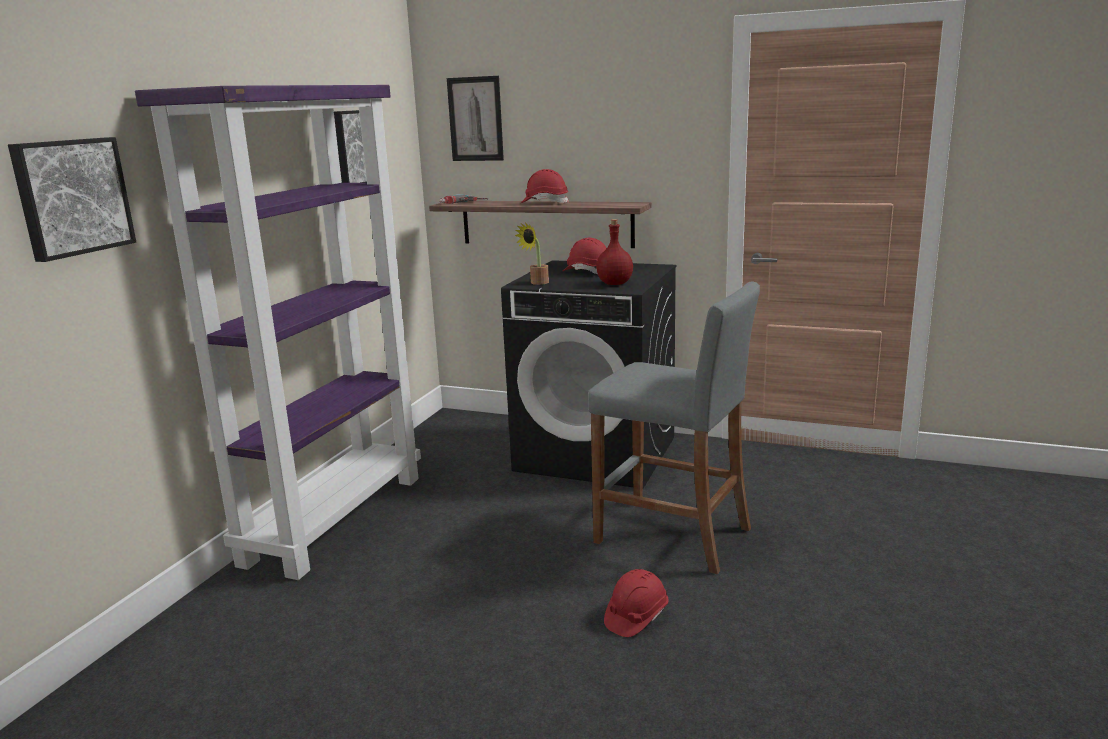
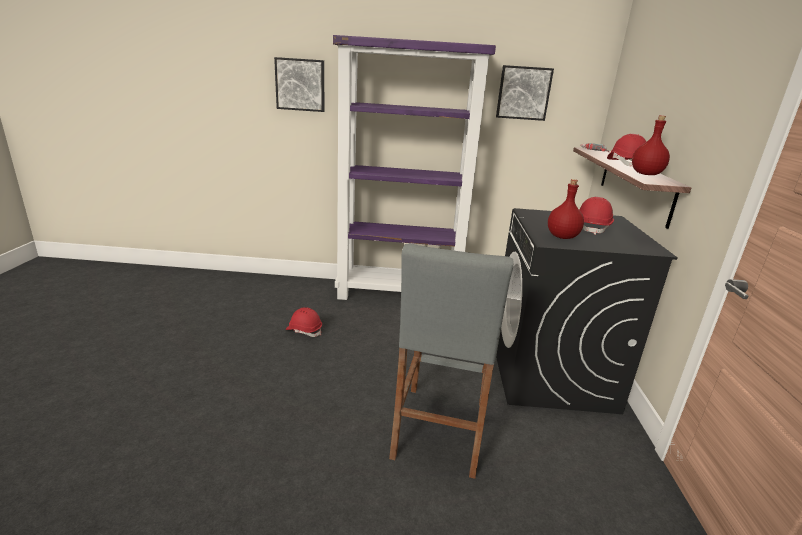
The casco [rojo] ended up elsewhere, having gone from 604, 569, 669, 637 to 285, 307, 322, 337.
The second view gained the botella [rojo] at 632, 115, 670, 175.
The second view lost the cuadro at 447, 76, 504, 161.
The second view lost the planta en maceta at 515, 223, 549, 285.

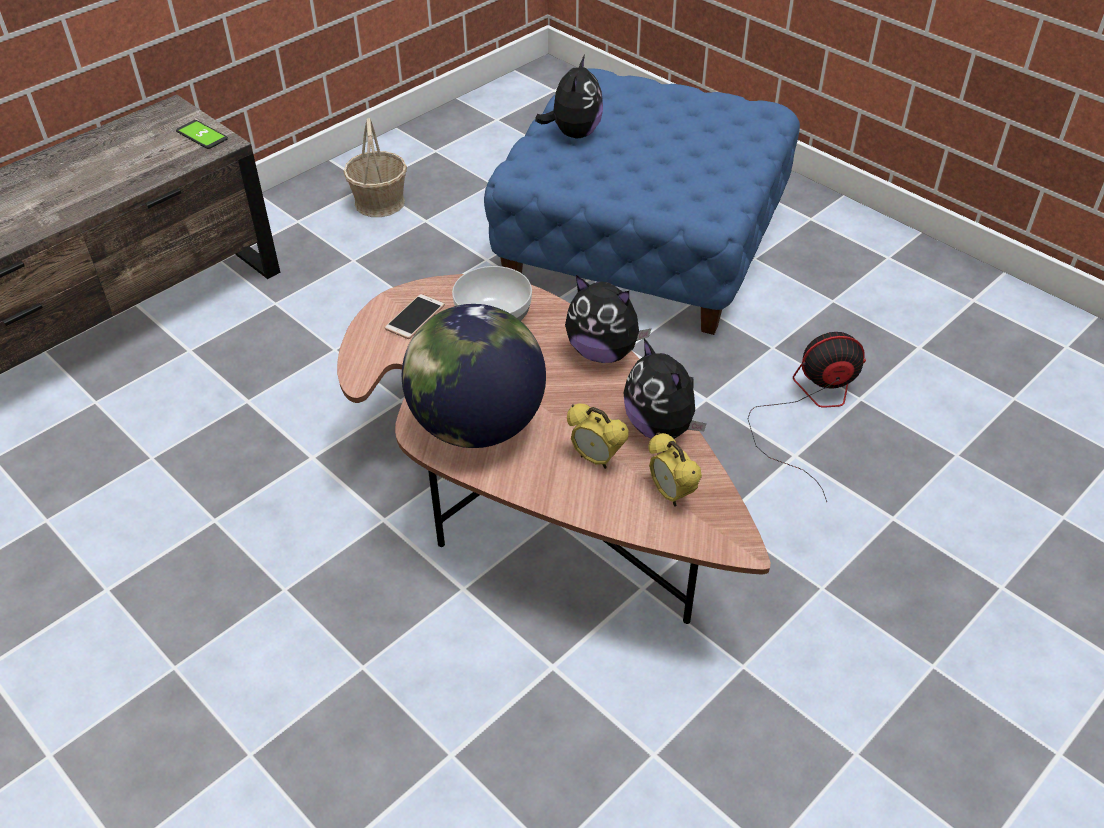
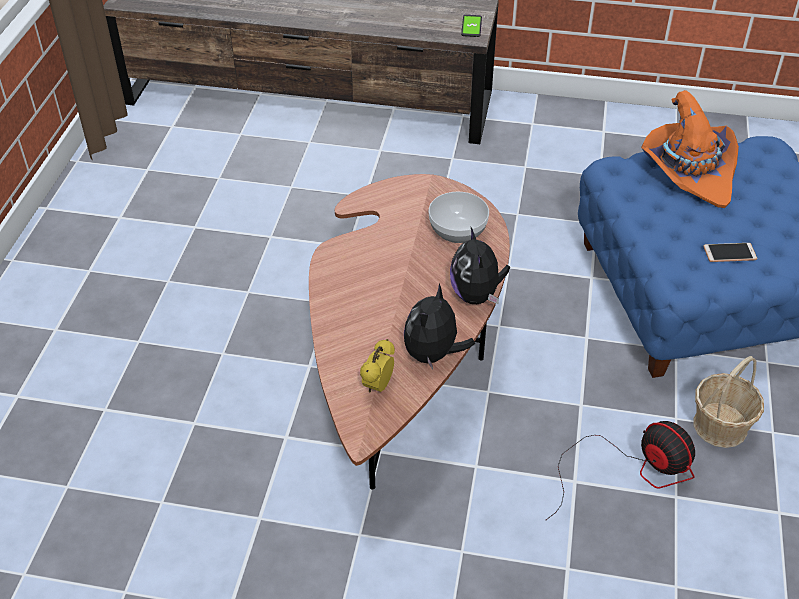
Where the peluche stood at 535, 55, 603, 138, the sombrero [naranja] came to stand at 641, 90, 739, 208.
The cesta ended up elsewhere, having gone from 343, 118, 407, 217 to 693, 356, 764, 448.
The móvil ended up elsewhere, having gone from 385, 294, 445, 339 to 703, 243, 757, 262.
The second view lost the globo terráqueo at 402, 304, 546, 448.
The second view lost the despertador at 567, 404, 629, 469.

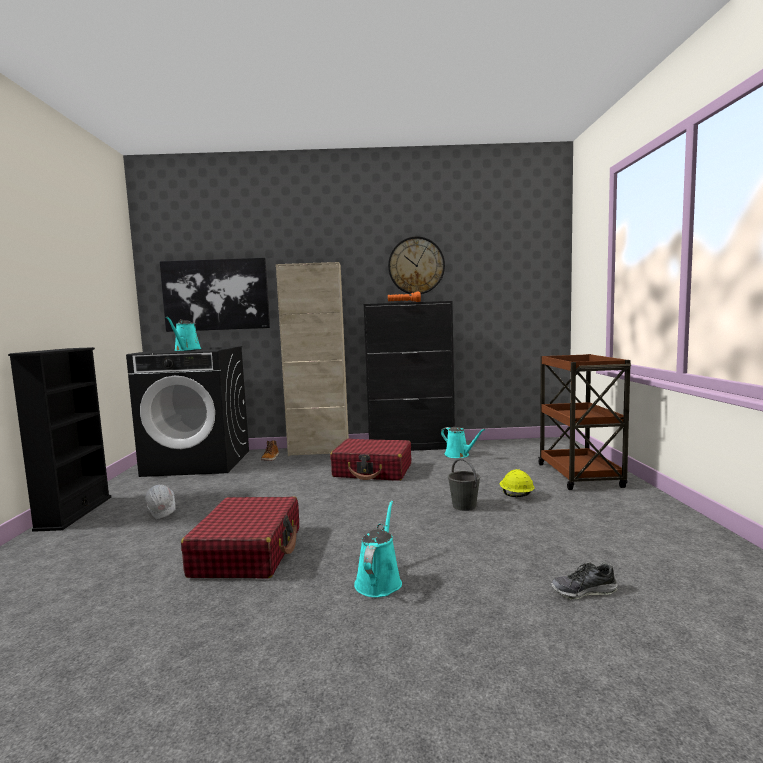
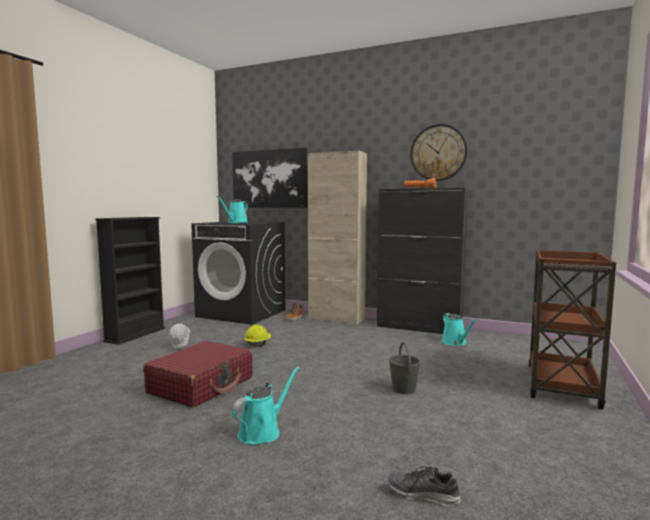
The casco [amarillo] ended up elsewhere, having gone from 500, 469, 535, 497 to 244, 325, 271, 346.
The second view lost the maleta [rojo] at 330, 439, 411, 481.

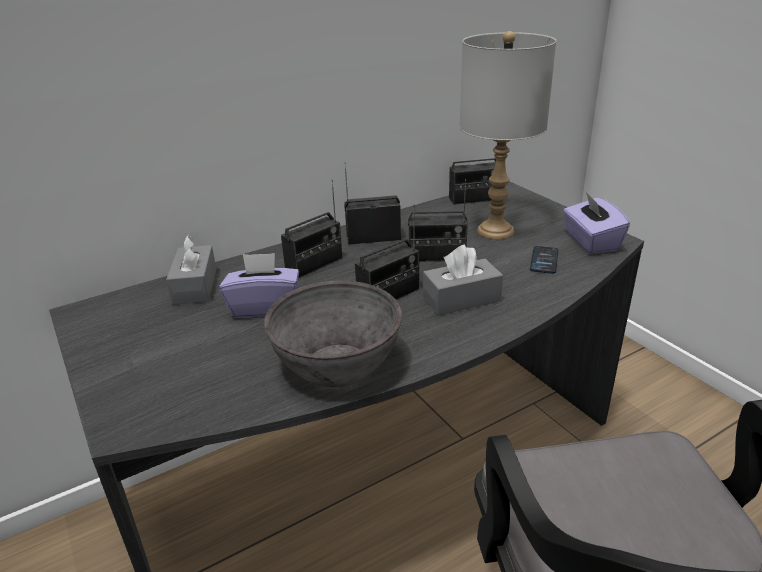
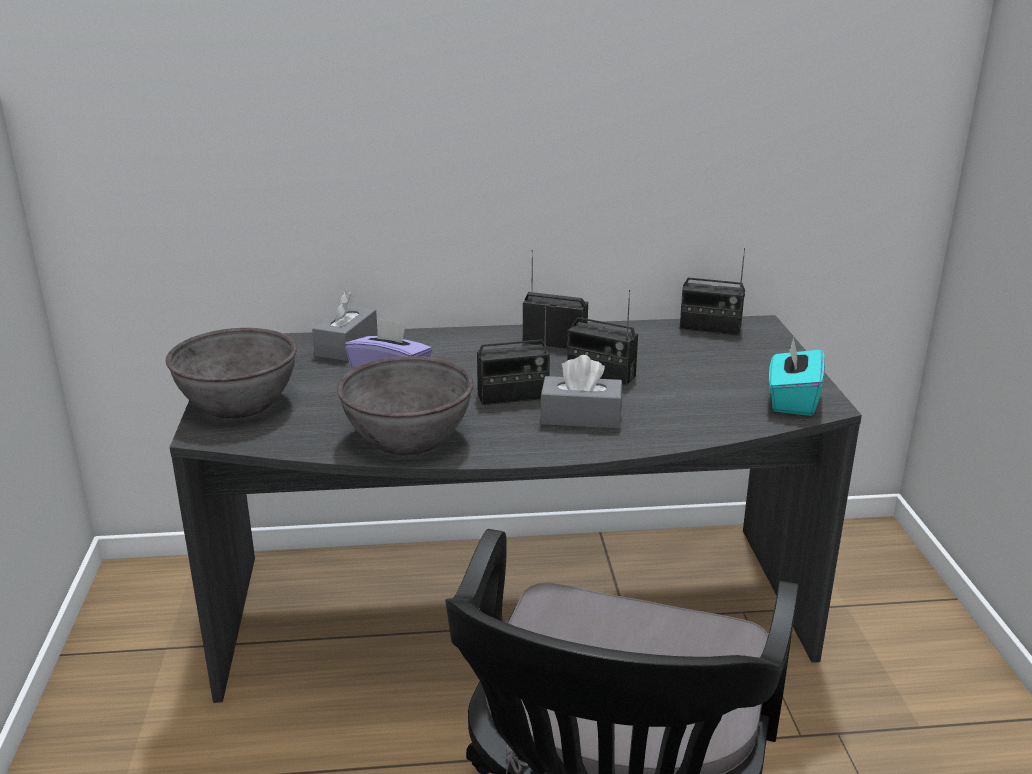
The second view gained the cuenco [gris] at 166, 328, 297, 418.
What was the caja de pañuelos [morado] at 563, 192, 630, 254 turned into the caja de pañuelos [turquesa] at 769, 337, 825, 416.
The second view lost the radio at 281, 179, 343, 279.
The second view lost the lámpara de mesa [gris] at 460, 31, 556, 239.
The second view lost the móvil at 530, 246, 558, 274.

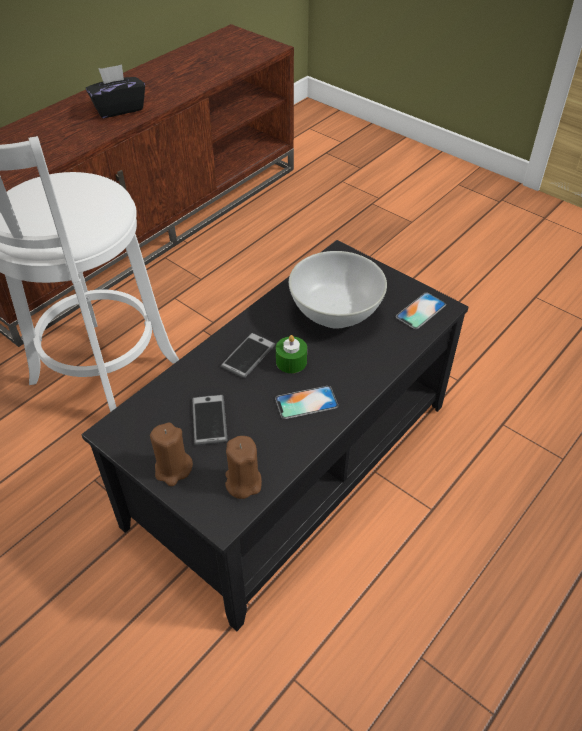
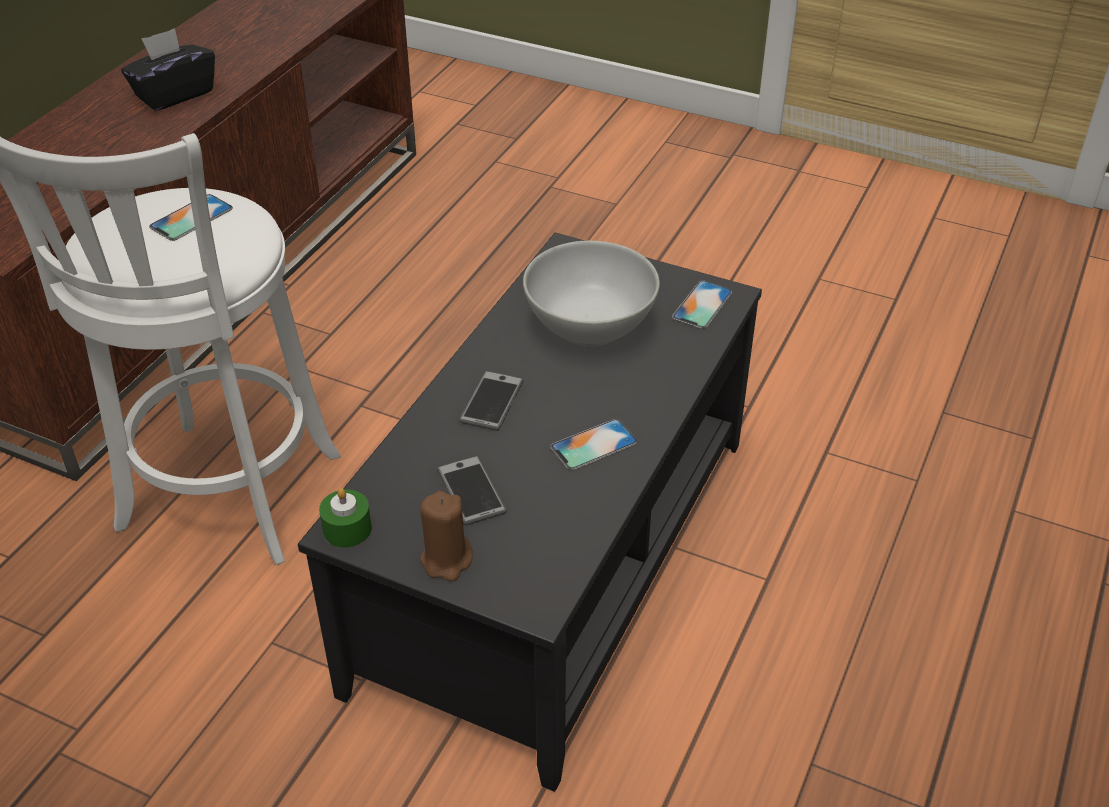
The second view gained the móvil at 149, 194, 233, 241.
The vela [verde] ended up elsewhere, having gone from 276, 335, 307, 373 to 319, 488, 372, 547.
The second view lost the vela [marrón] at 225, 436, 262, 499.

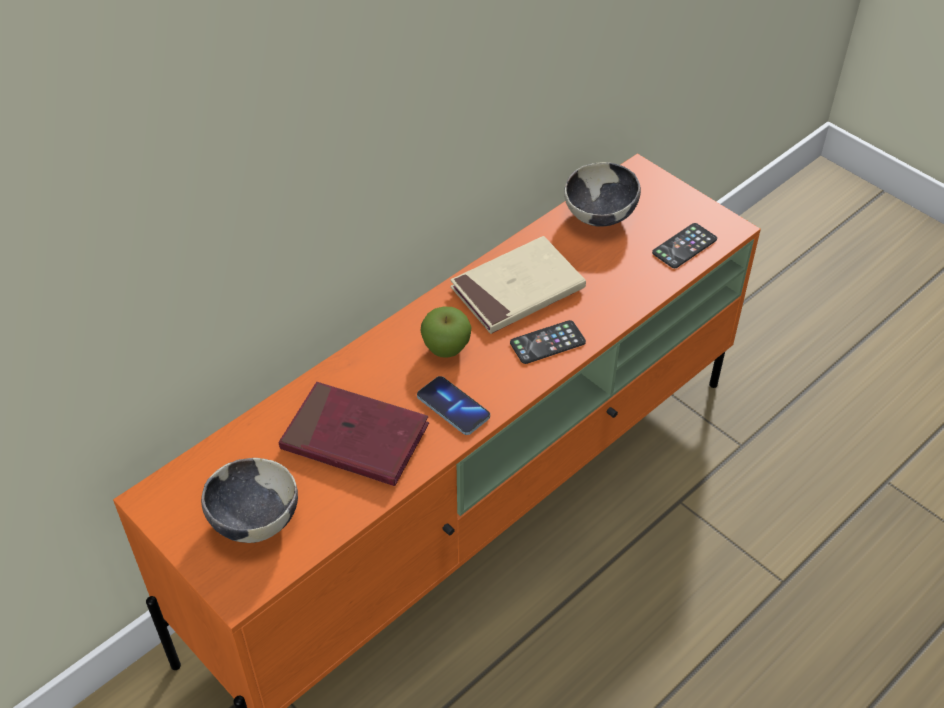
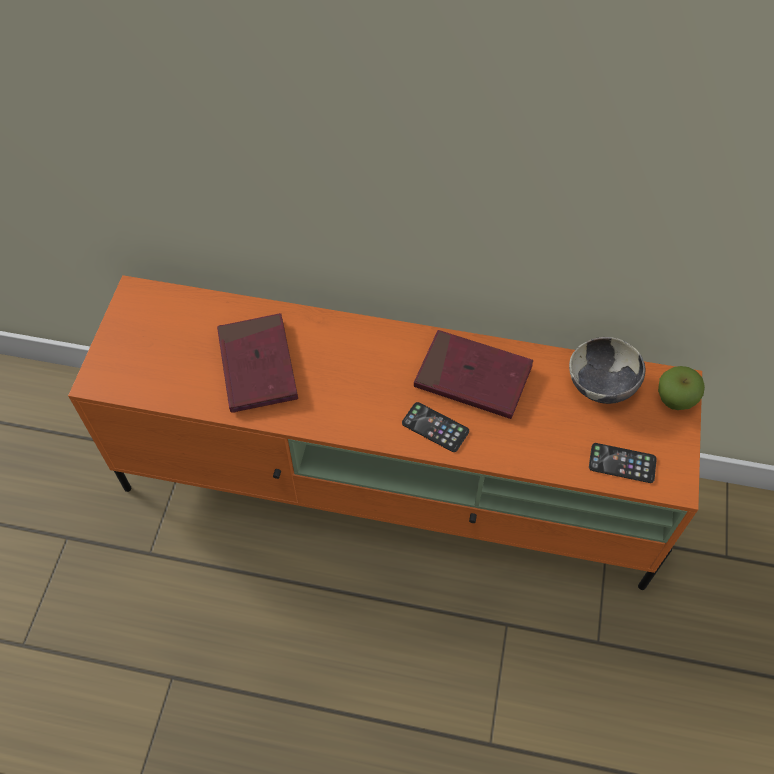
What was the libro [beis] at 450, 236, 586, 334 turned into the libro [rojo] at 414, 330, 533, 419.
The manzana ended up elsewhere, having gone from 420, 306, 472, 357 to 658, 366, 705, 410.
The second view lost the cuenco at 201, 458, 298, 543.
The second view lost the móvil at 417, 376, 490, 435.

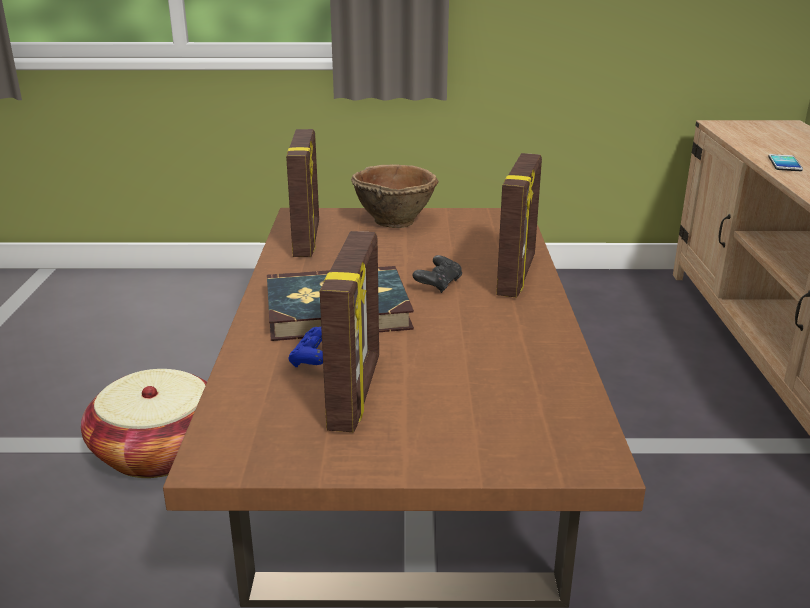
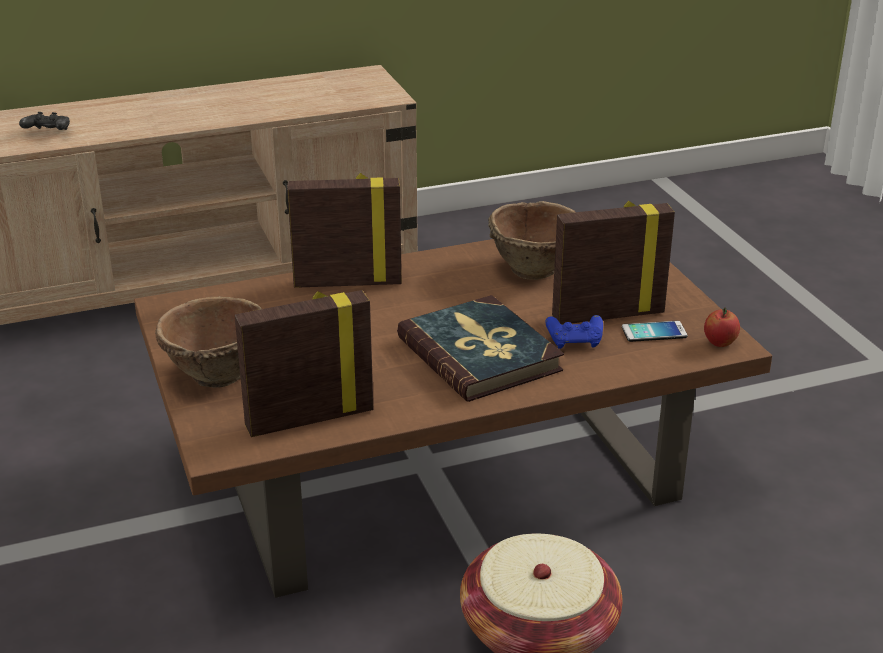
The mando de consola [negro] ended up elsewhere, having gone from 412, 255, 462, 293 to 19, 112, 70, 130.
The second view gained the cuenco [marrón] at 488, 201, 575, 280.
The móvil ended up elsewhere, having gone from 768, 154, 803, 171 to 622, 321, 687, 342.
The second view gained the manzana at 704, 307, 740, 347.

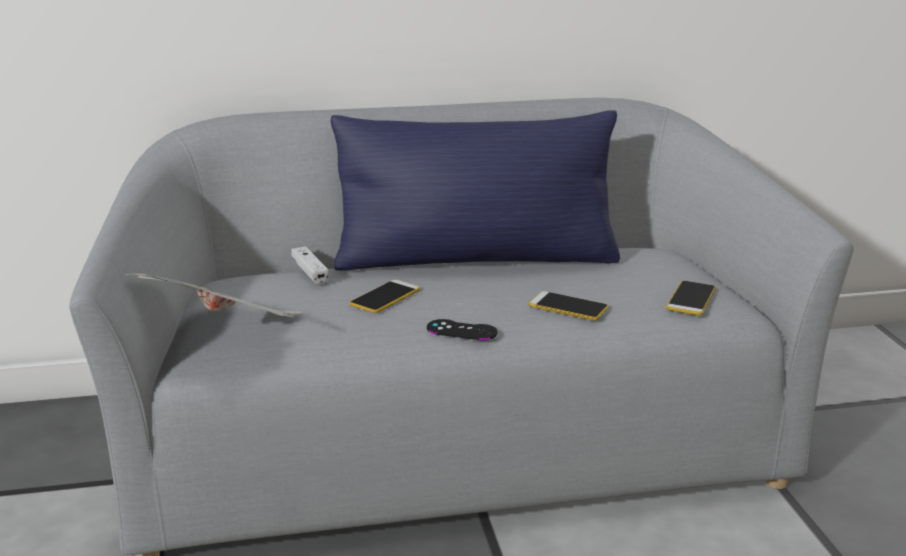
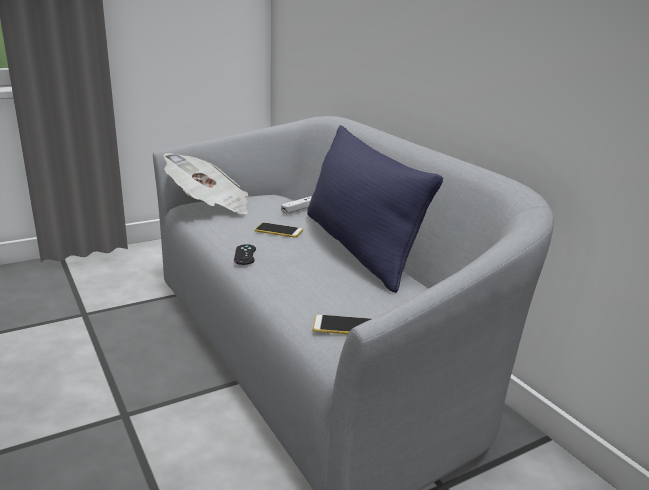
The second view lost the móvil at 529, 291, 609, 320.

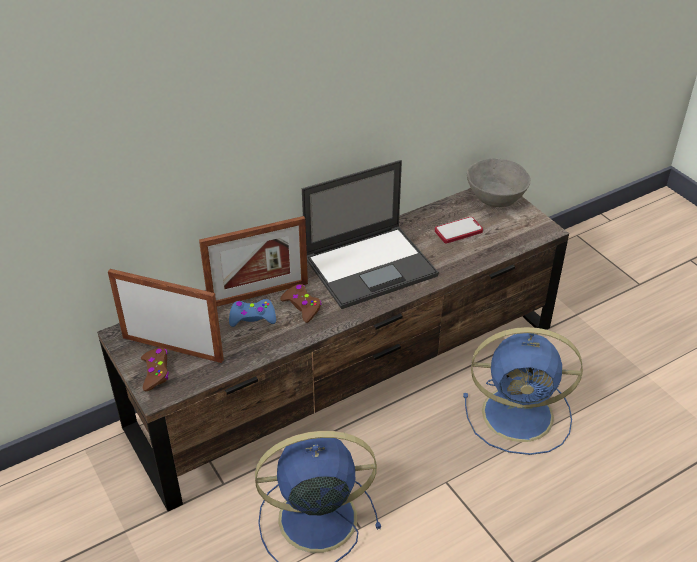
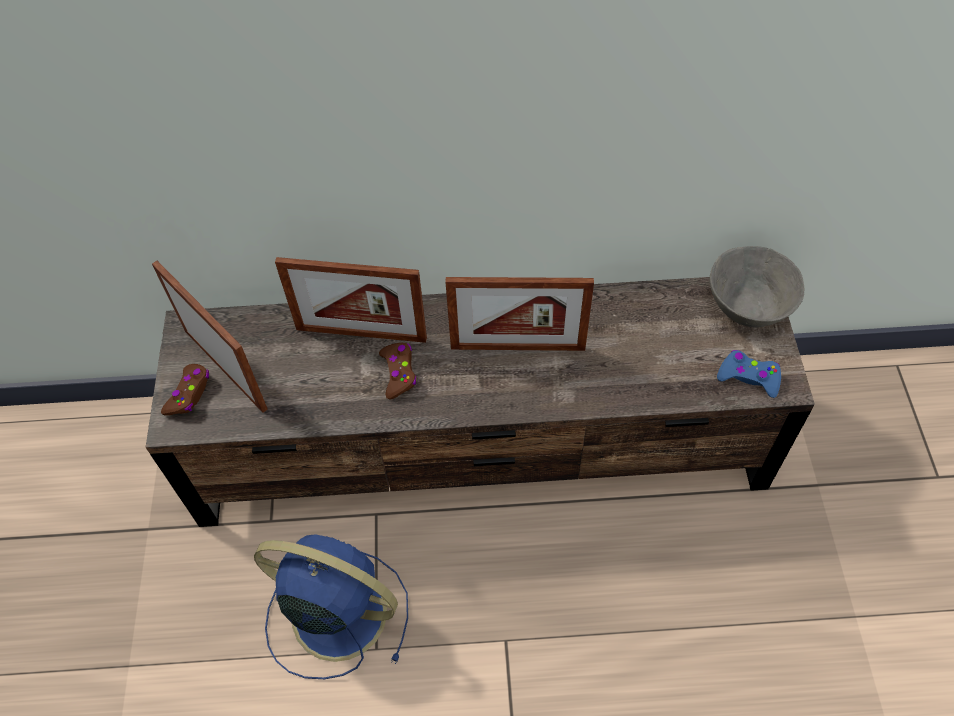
Where the portátil stood at 302, 160, 439, 309, the portarretratos came to stand at 445, 277, 594, 351.
The mando de consola [azul] ended up elsewhere, having gone from 229, 299, 276, 327 to 717, 350, 781, 398.
The second view lost the móvil at 435, 217, 483, 243.
The second view lost the ventilador [azul] at 463, 327, 583, 455.

